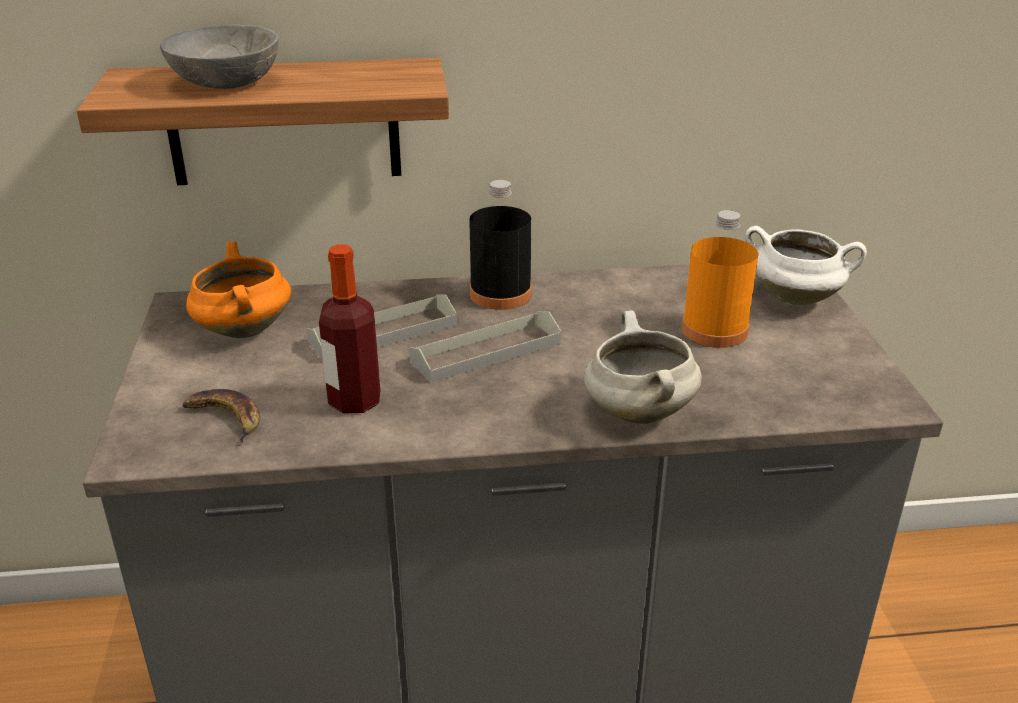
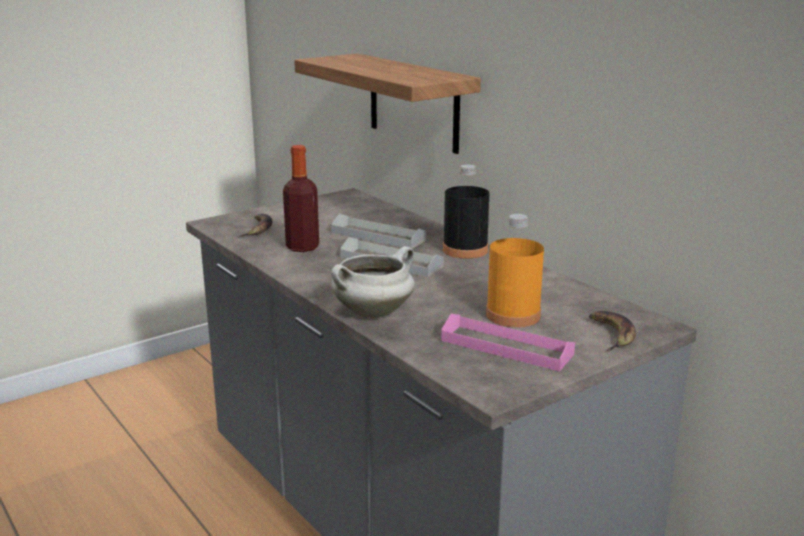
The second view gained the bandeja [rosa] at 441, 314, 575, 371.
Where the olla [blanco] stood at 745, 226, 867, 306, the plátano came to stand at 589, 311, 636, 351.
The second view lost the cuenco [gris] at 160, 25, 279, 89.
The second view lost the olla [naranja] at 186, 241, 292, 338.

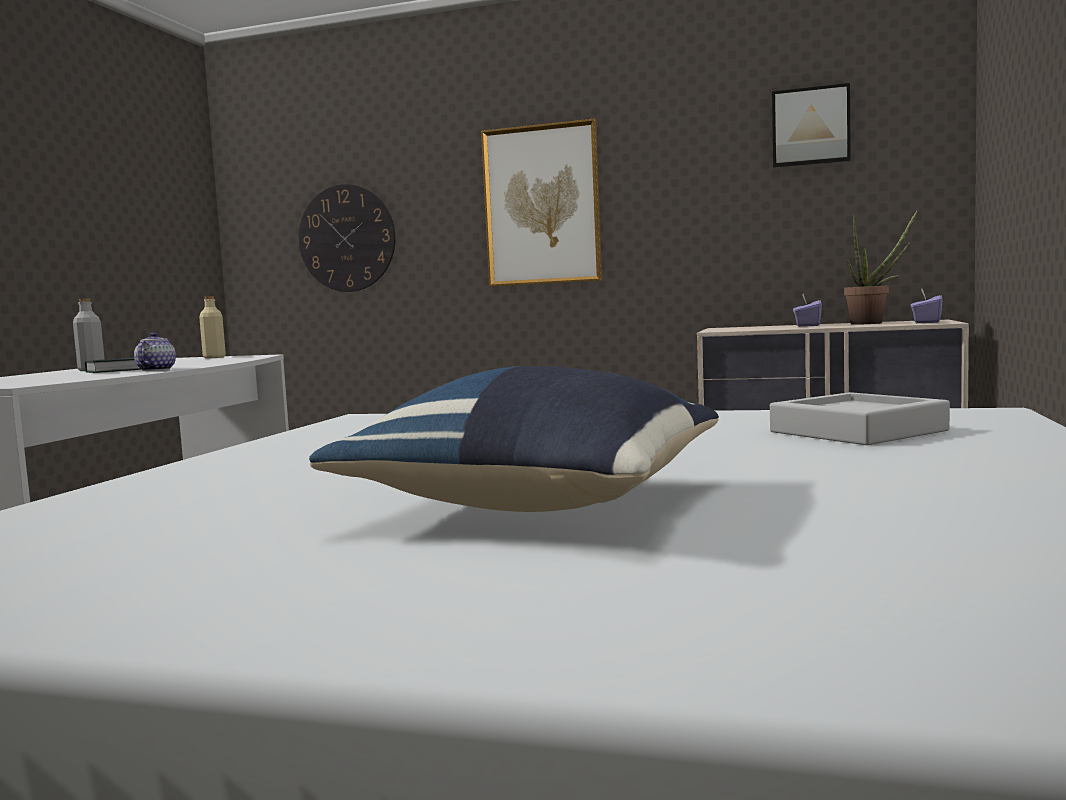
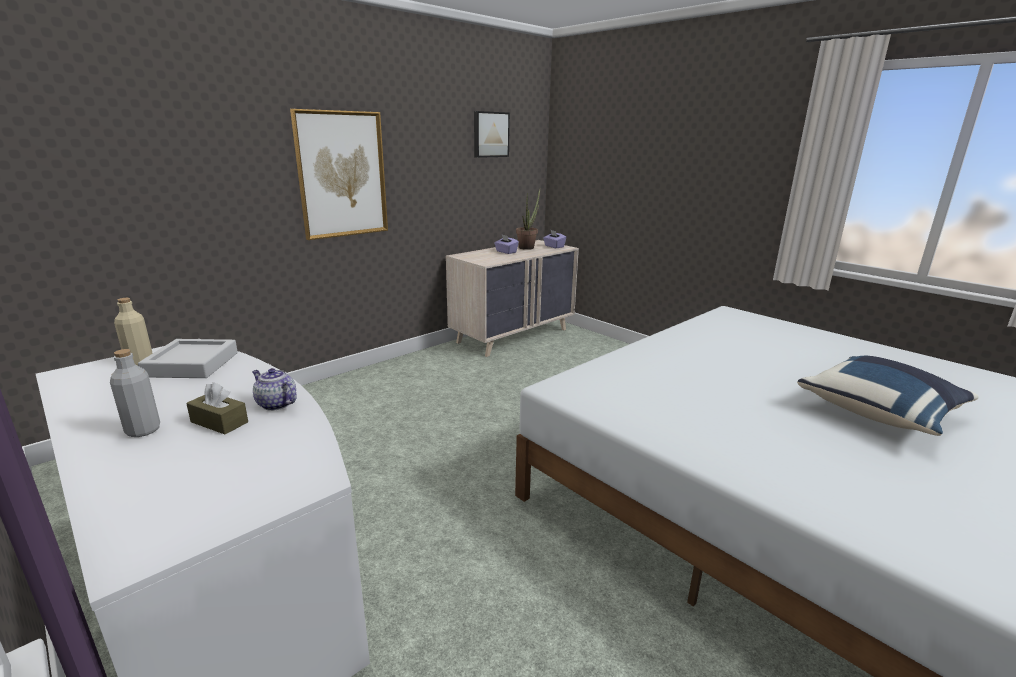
The bandeja [gris] ended up elsewhere, having gone from 770, 392, 950, 445 to 138, 339, 238, 378.
Where the libro stood at 85, 358, 141, 373, the caja de pañuelos [marrón] came to stand at 186, 382, 248, 434.
The second view lost the reloj de pared at 299, 184, 395, 292.

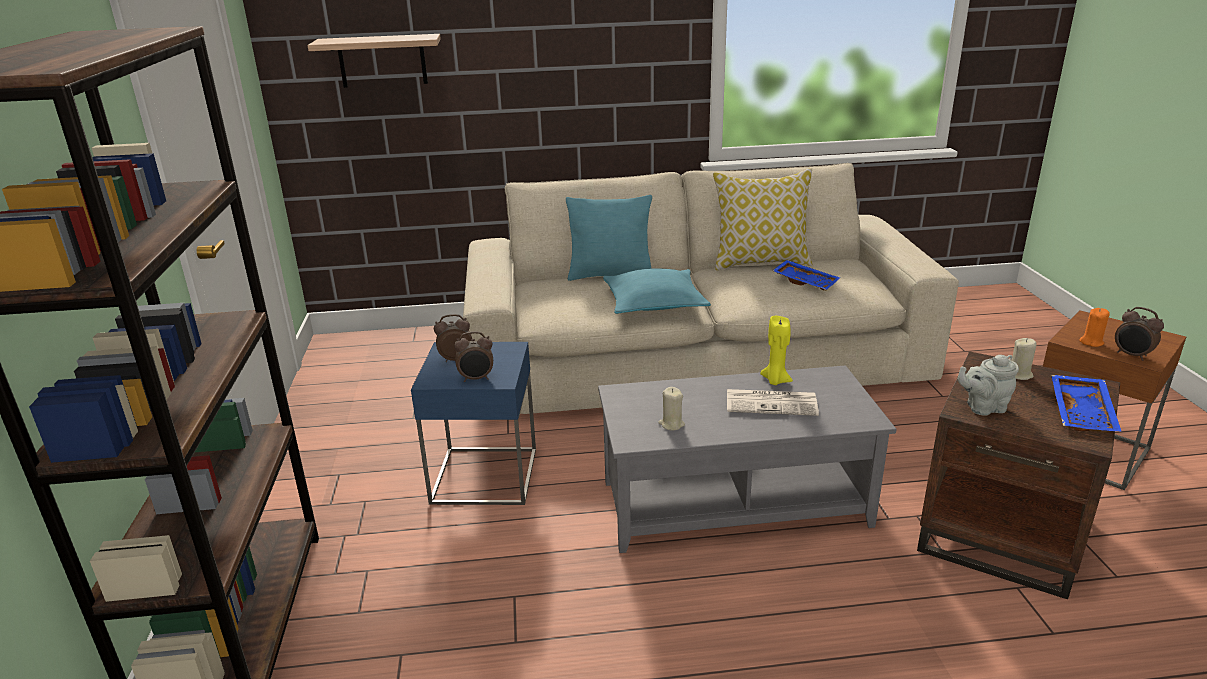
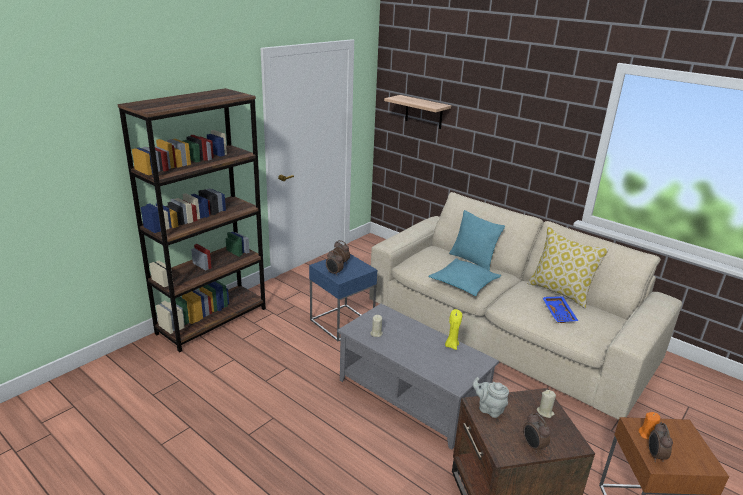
Where the bandeja [azul] stood at 1051, 375, 1122, 432, the despertador came to stand at 523, 412, 551, 453.
The second view lost the periódico at 727, 389, 819, 416.

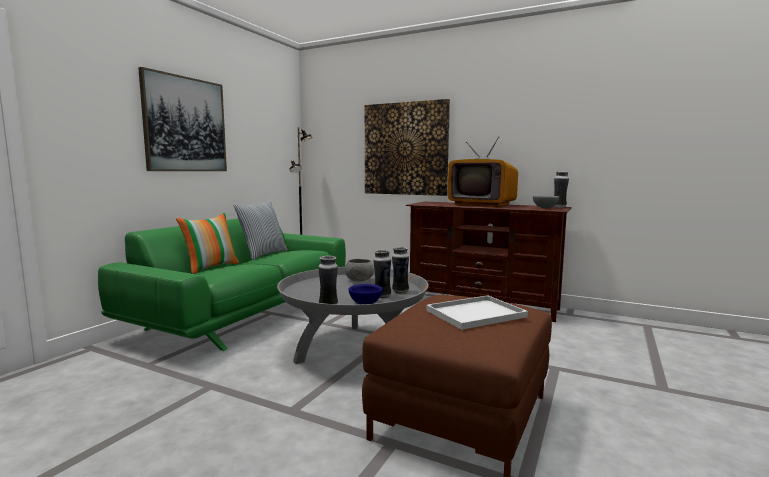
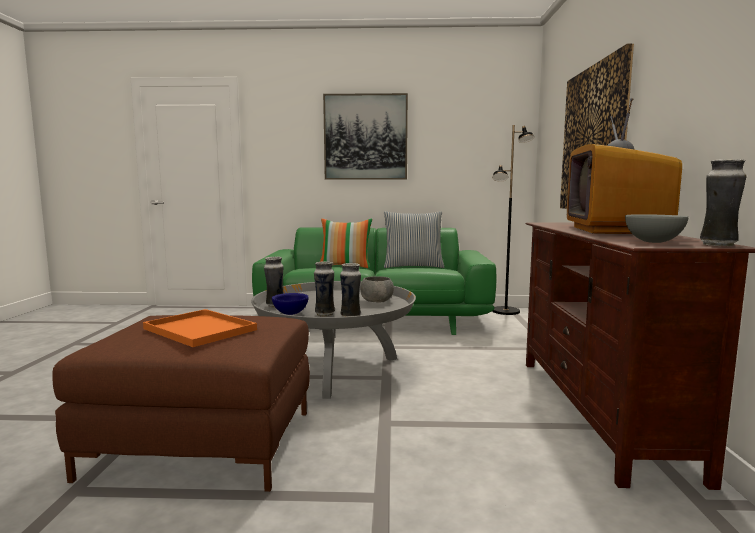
What was the bandeja [blanco] at 426, 295, 528, 330 turned into the bandeja [naranja] at 143, 309, 257, 347.

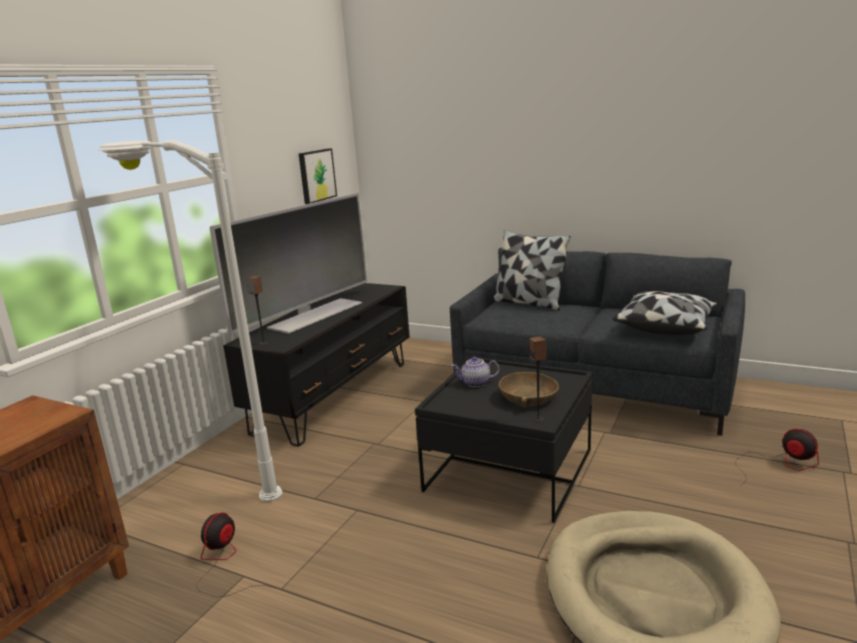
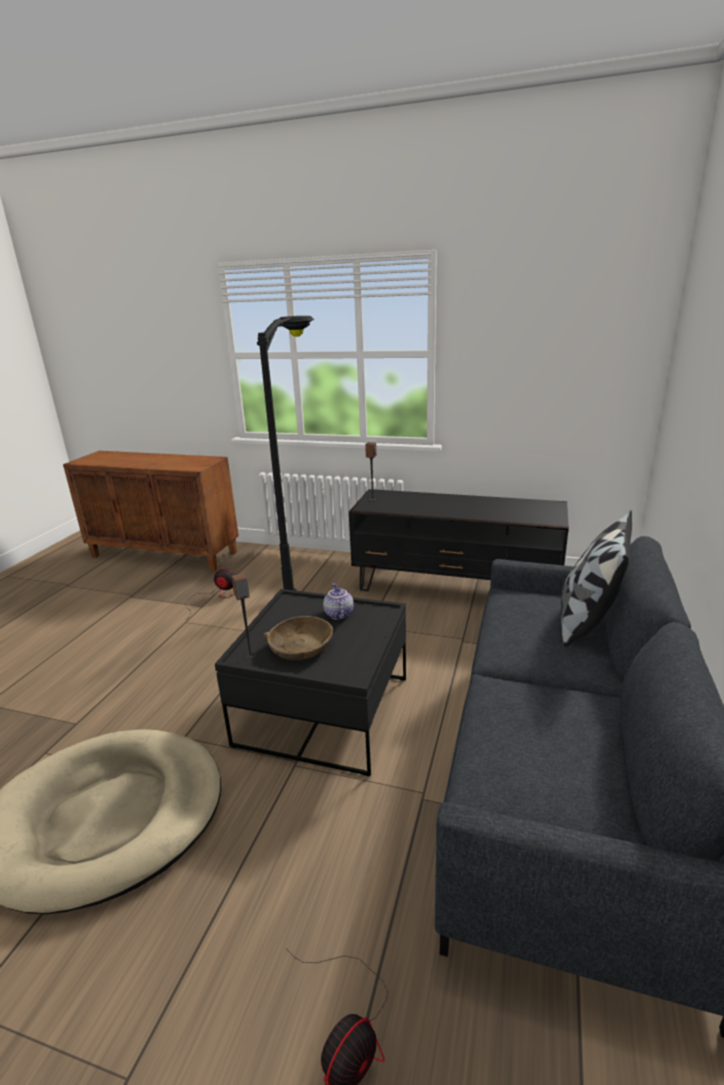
What was the lámpara de pie [blanco] at 98, 140, 283, 502 turned into the lámpara de pie [negro] at 257, 316, 314, 591.
The second view lost the televisor at 210, 193, 368, 335.
The second view lost the cuadro at 299, 148, 337, 204.
The second view lost the cojín at 612, 291, 717, 335.

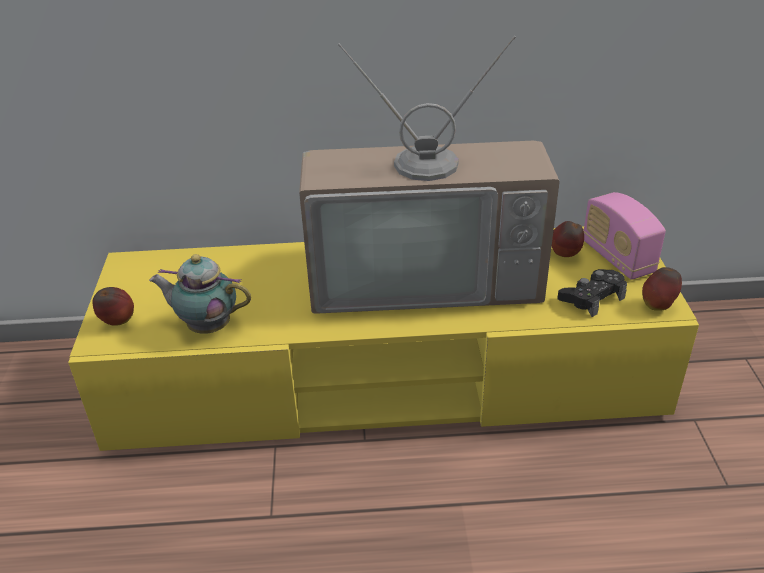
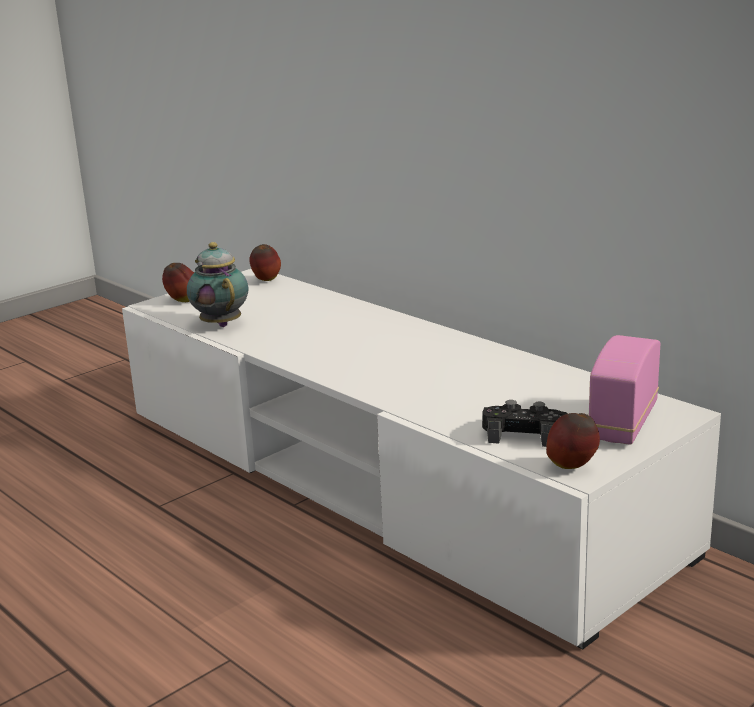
What was the mueble de televisión [amarillo] at 68, 227, 699, 451 turned into the mueble de televisión [blanco] at 122, 269, 721, 649.
The manzana ended up elsewhere, having gone from 552, 221, 584, 257 to 249, 244, 281, 281.
The second view lost the televisor at 299, 36, 560, 314.

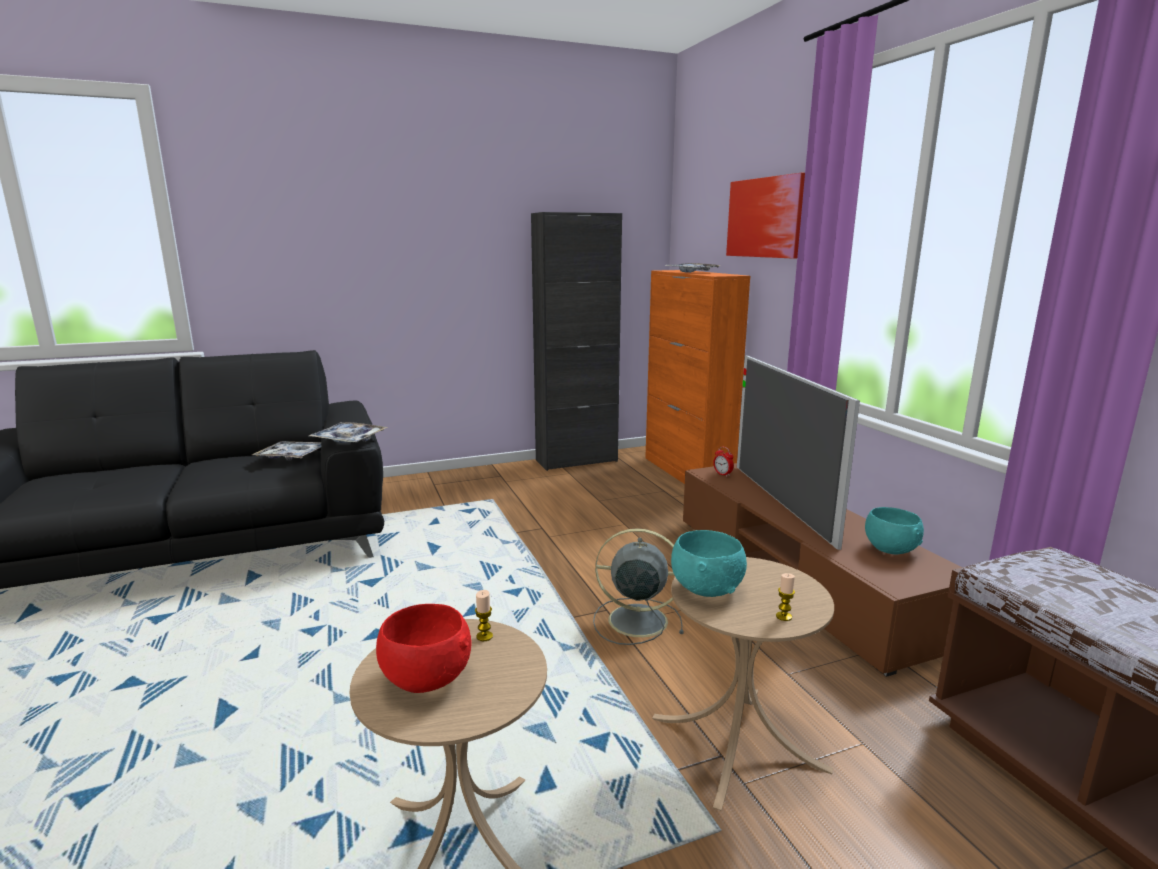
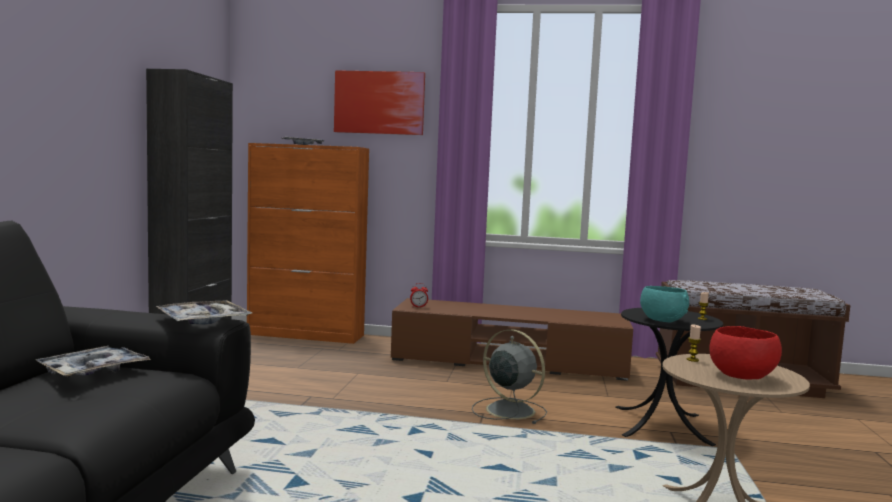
The ventilador [gris] at 593, 528, 684, 645 ended up facing another way, 90 degrees clockwise from before.
What was the mesa auxiliar [beis] at 652, 557, 834, 811 turned into the mesa auxiliar [negro] at 615, 308, 723, 446.
The second view lost the televisor at 737, 355, 860, 550.
The second view lost the cuenco [turquesa] at 865, 507, 924, 554.

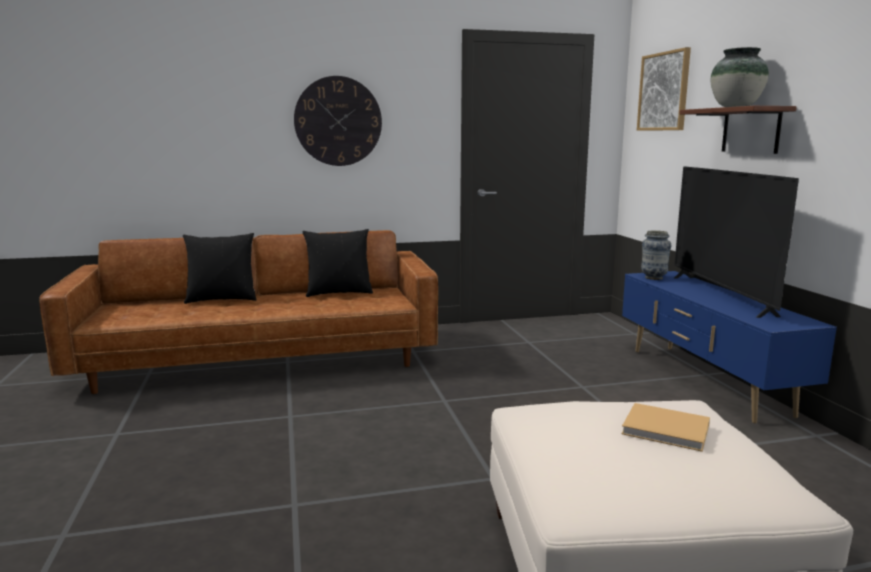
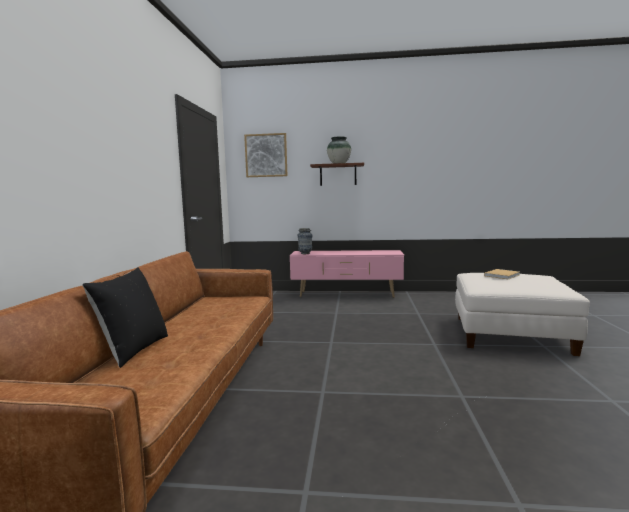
What was the mueble de televisión [azul] at 622, 271, 837, 423 turned into the mueble de televisión [rosa] at 290, 250, 404, 298.
The second view lost the reloj de pared at 294, 76, 382, 166.
The second view lost the cojín [negro] at 303, 229, 373, 297.
The second view lost the televisor at 674, 166, 799, 318.

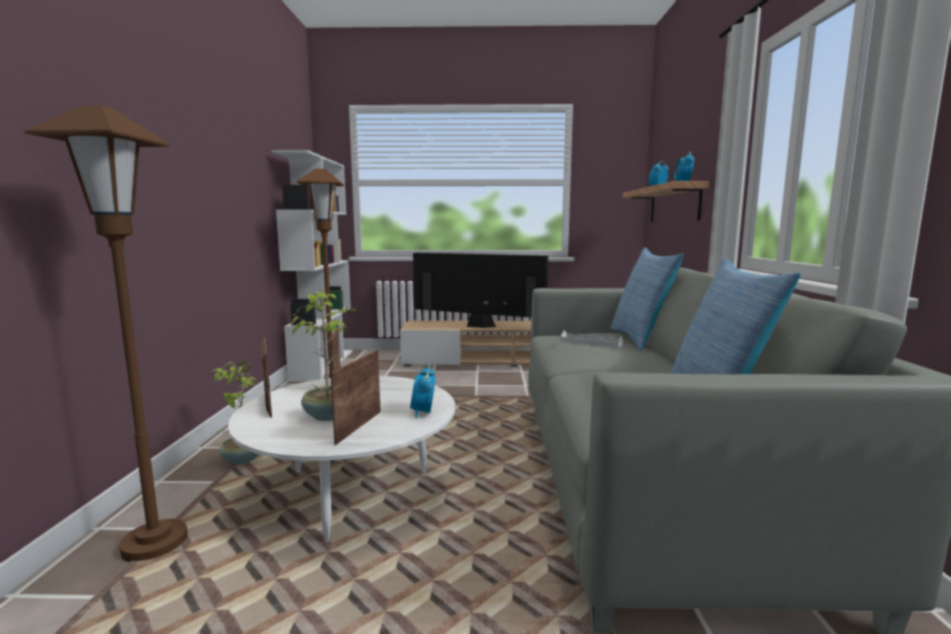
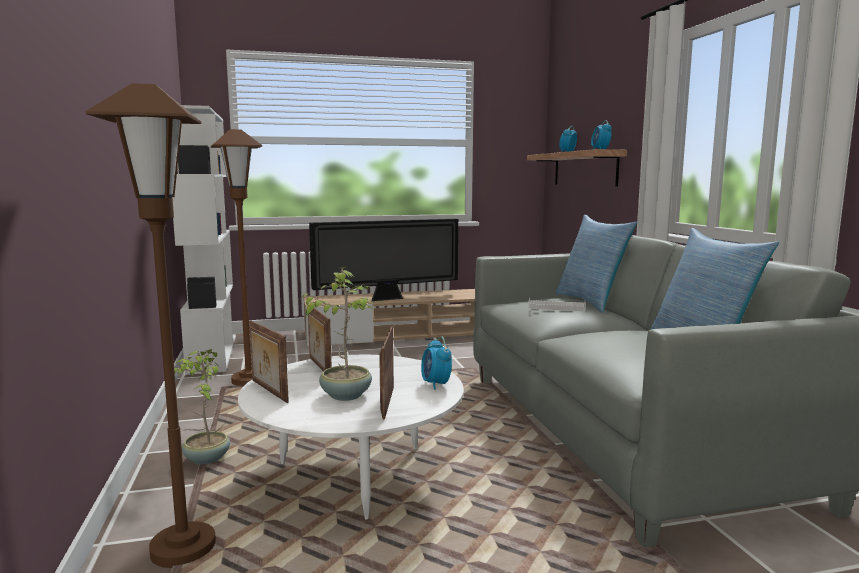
The televisor at 413, 253, 548, 328 ended up facing another way, 150 degrees clockwise from before.

